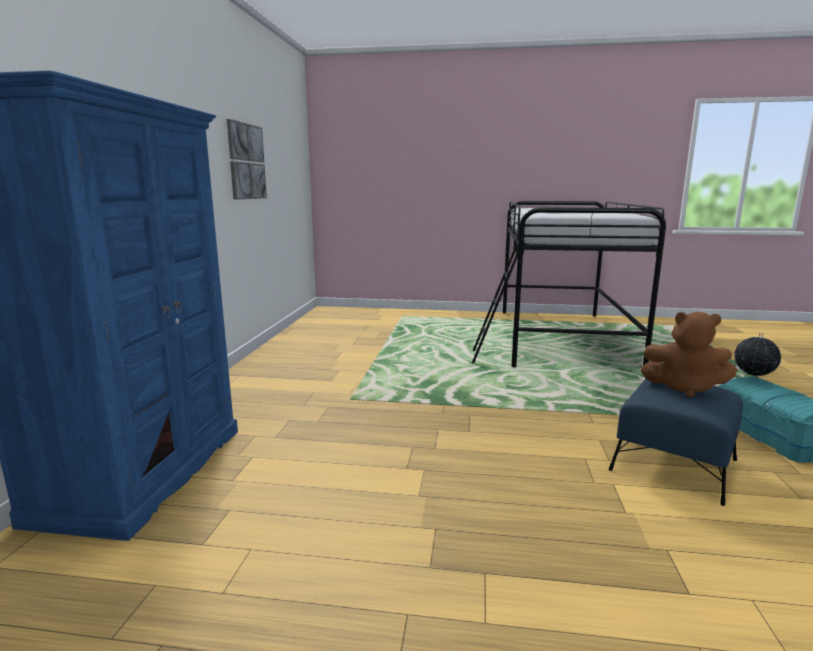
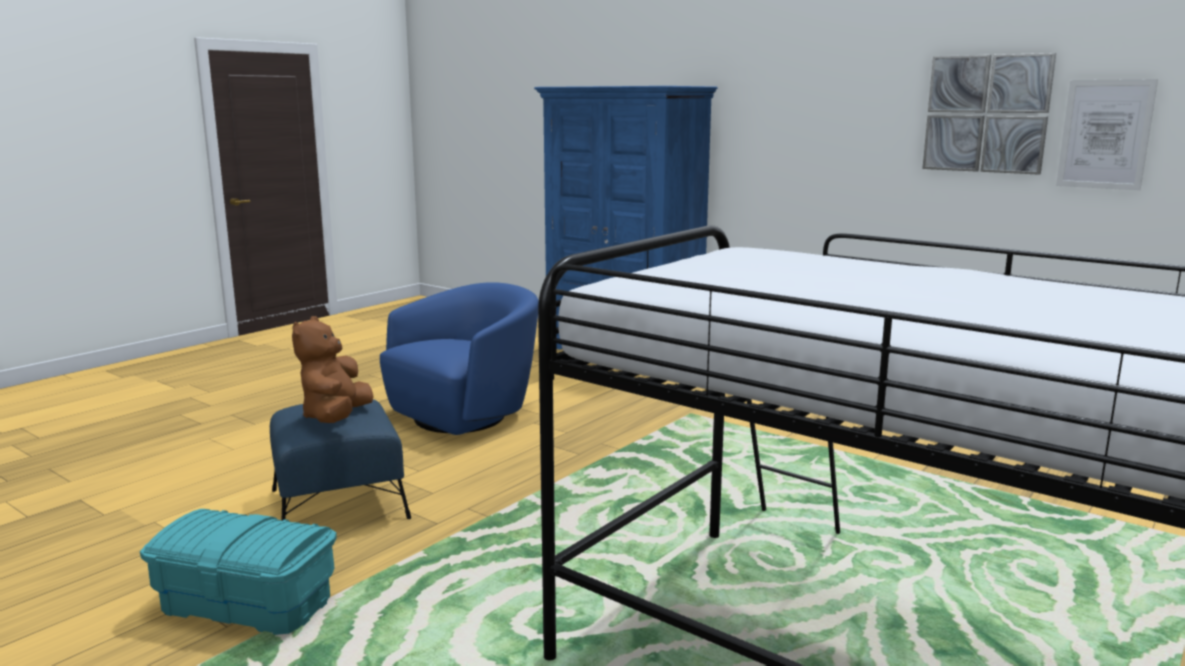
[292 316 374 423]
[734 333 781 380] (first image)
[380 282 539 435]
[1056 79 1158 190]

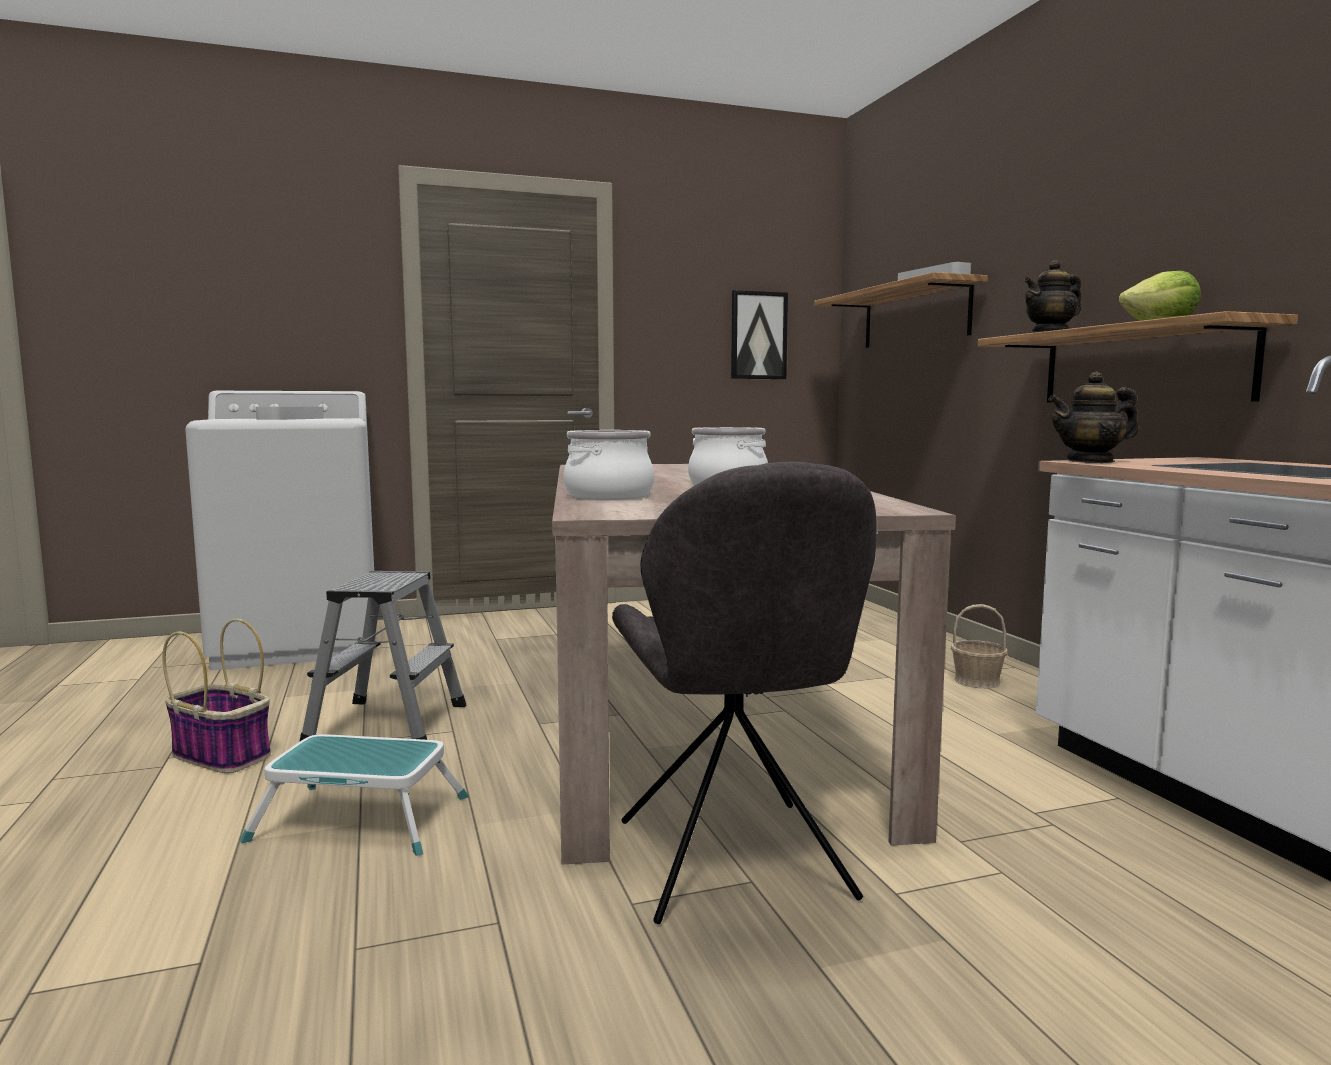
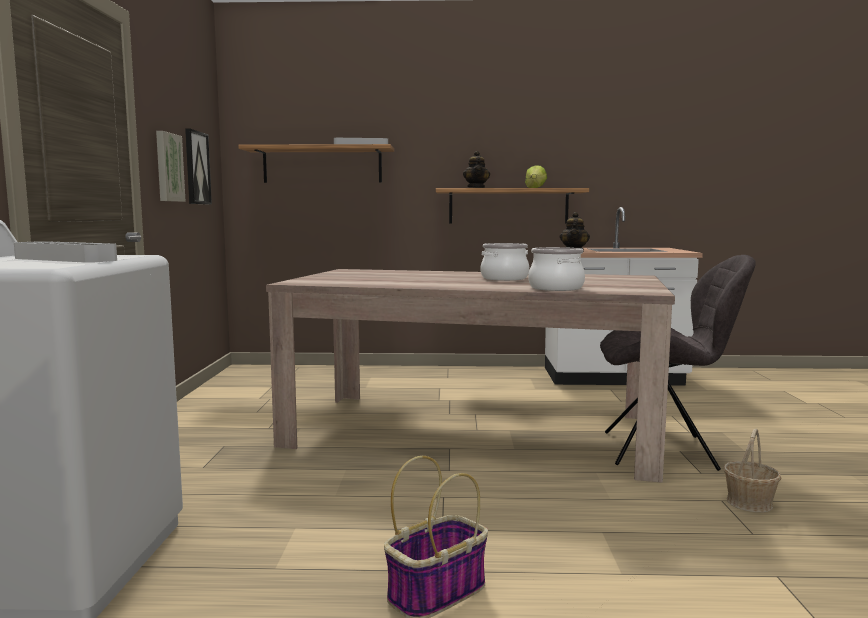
[240 734 469 856] (first image)
[299 571 466 742] (first image)
[724 429 781 512]
[156 131 186 202]

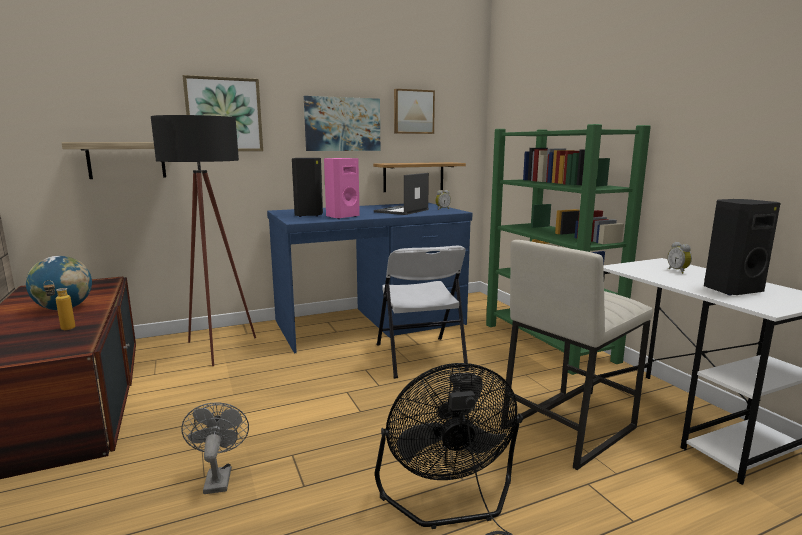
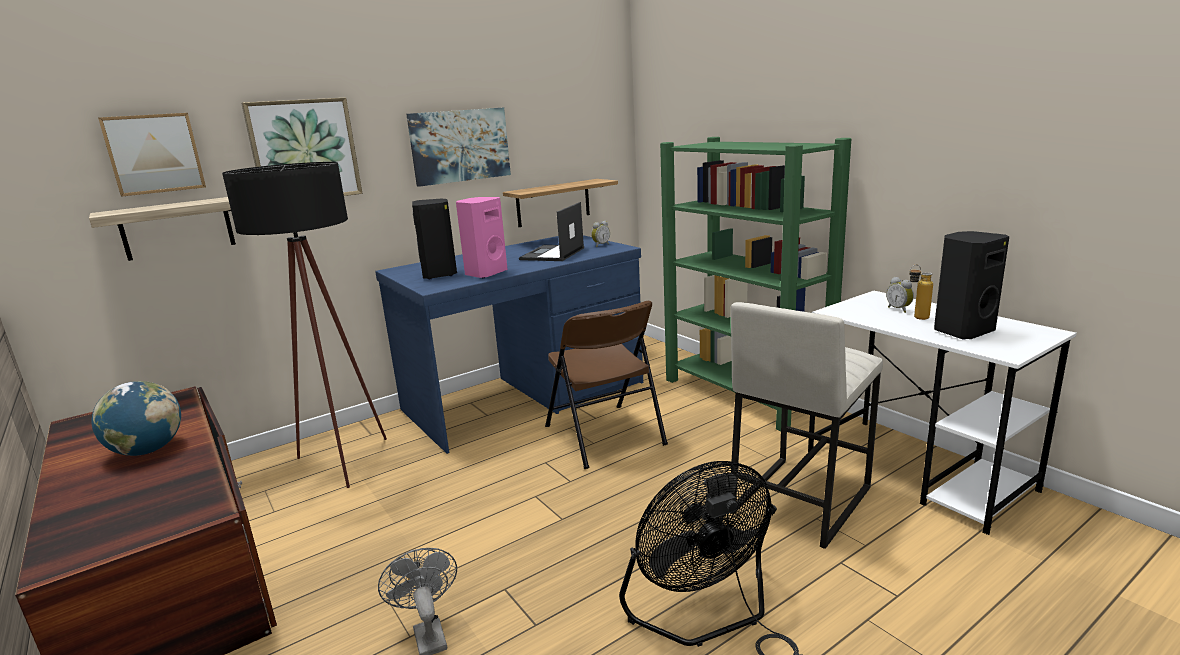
[909 265 933 320]
[545 301 668 469]
[98 113 206 197]

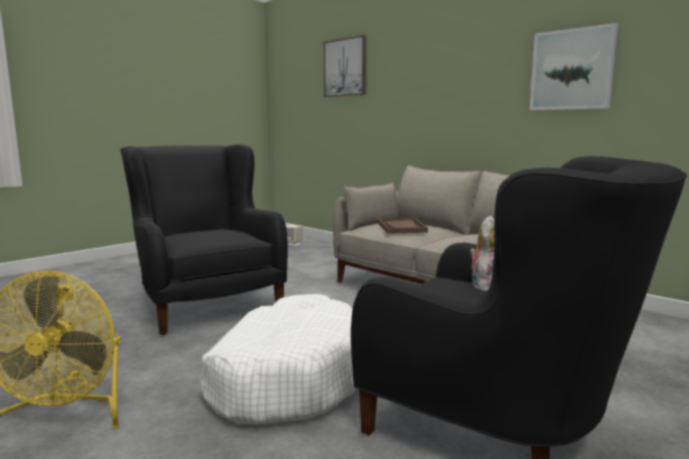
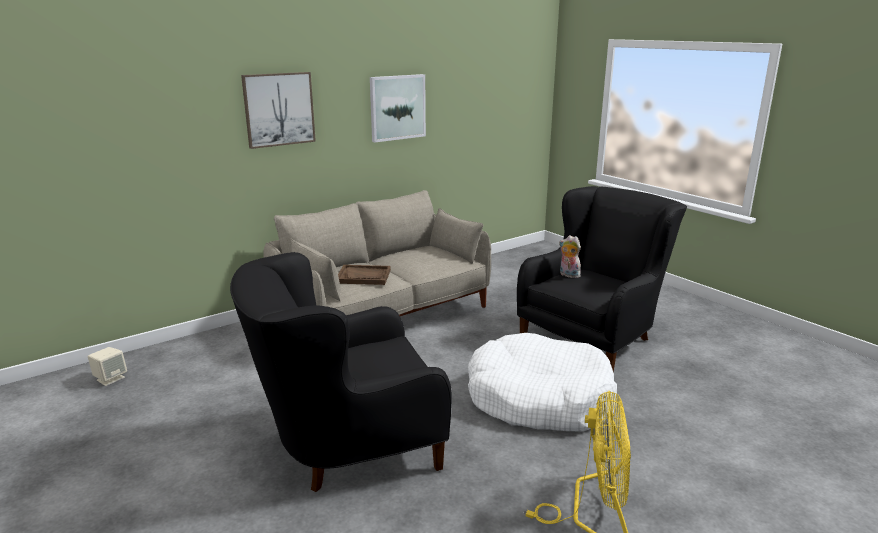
[241 72 316 149]

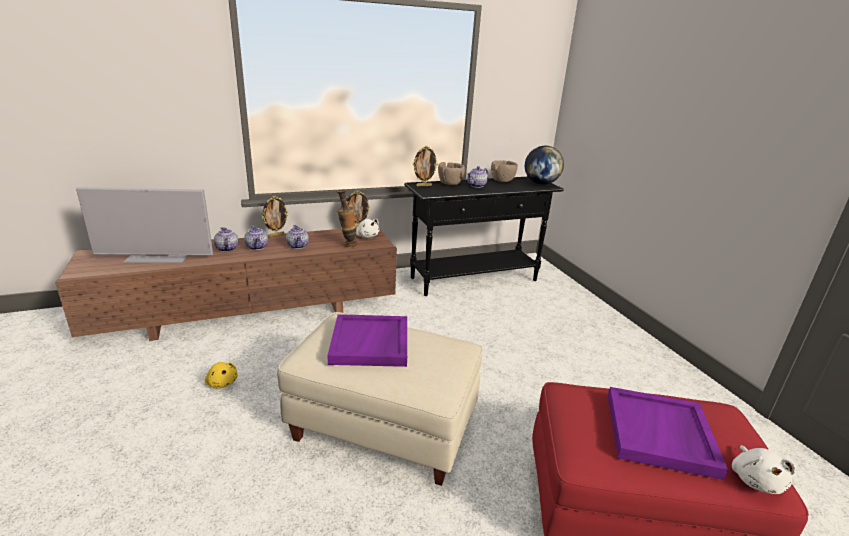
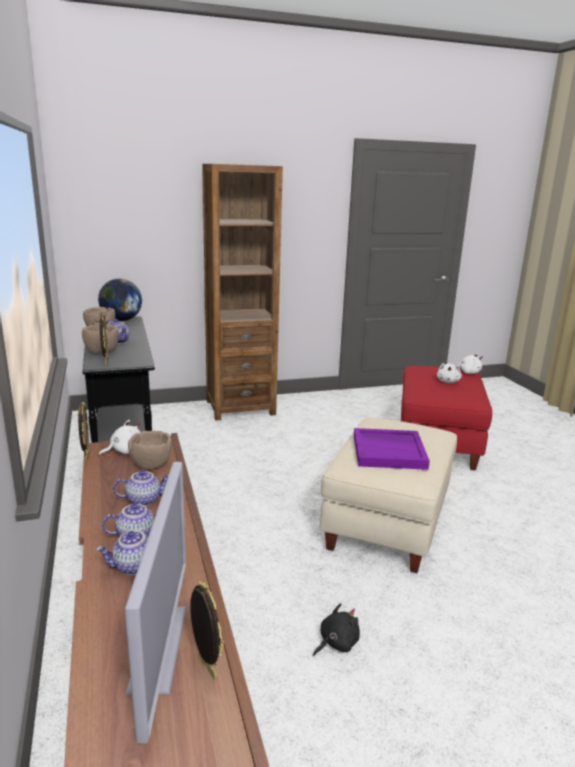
[313 603 360 656]
[190 581 224 680]
[128 431 172 469]
[437 363 462 383]
[202 164 283 421]

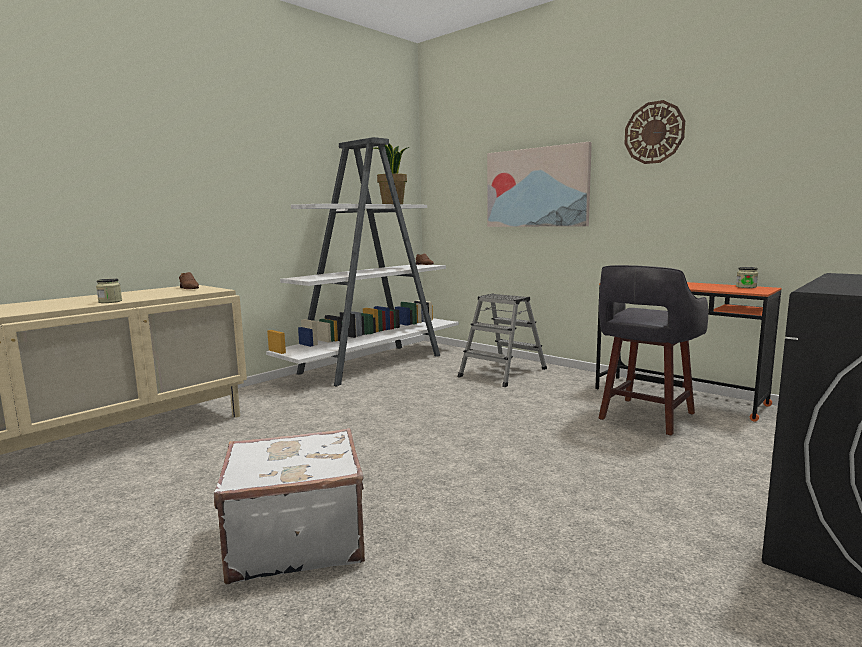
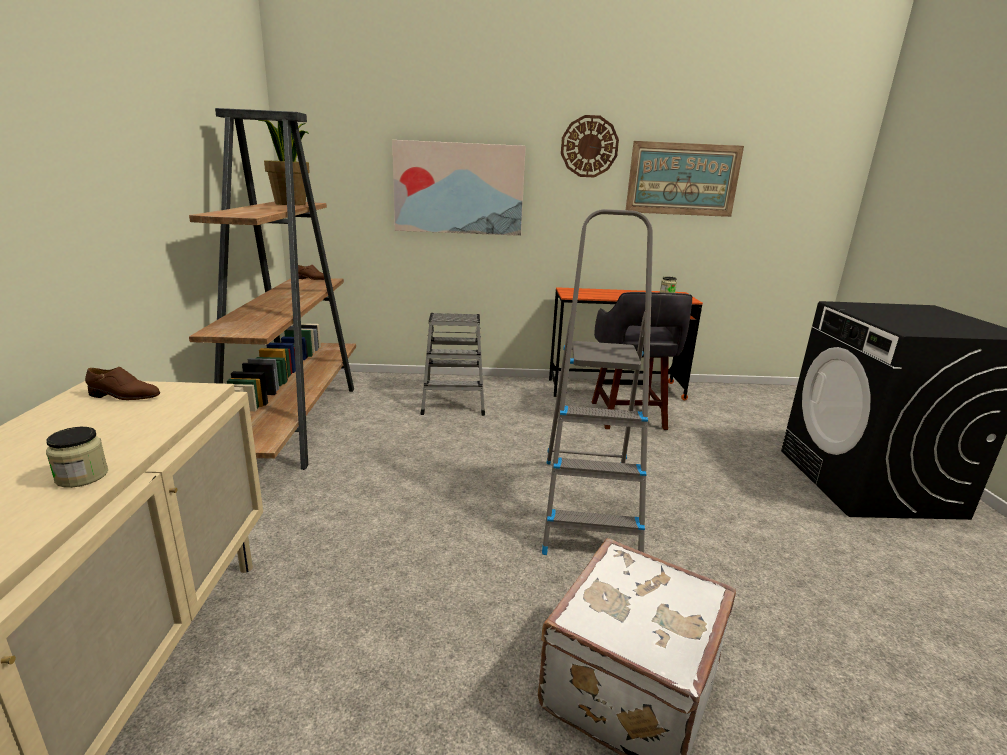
[189 108 356 470]
[542 209 653 555]
[626 141 744 217]

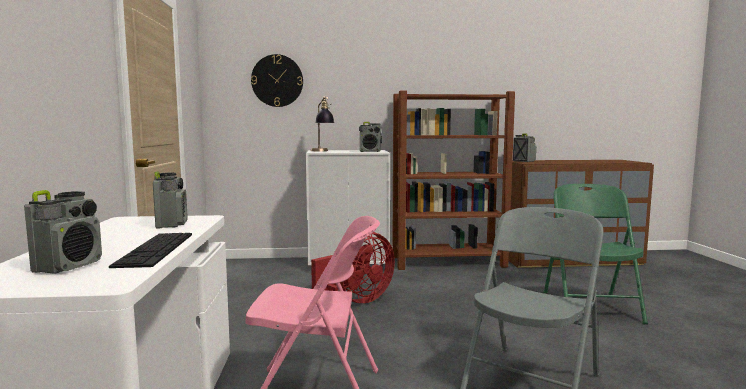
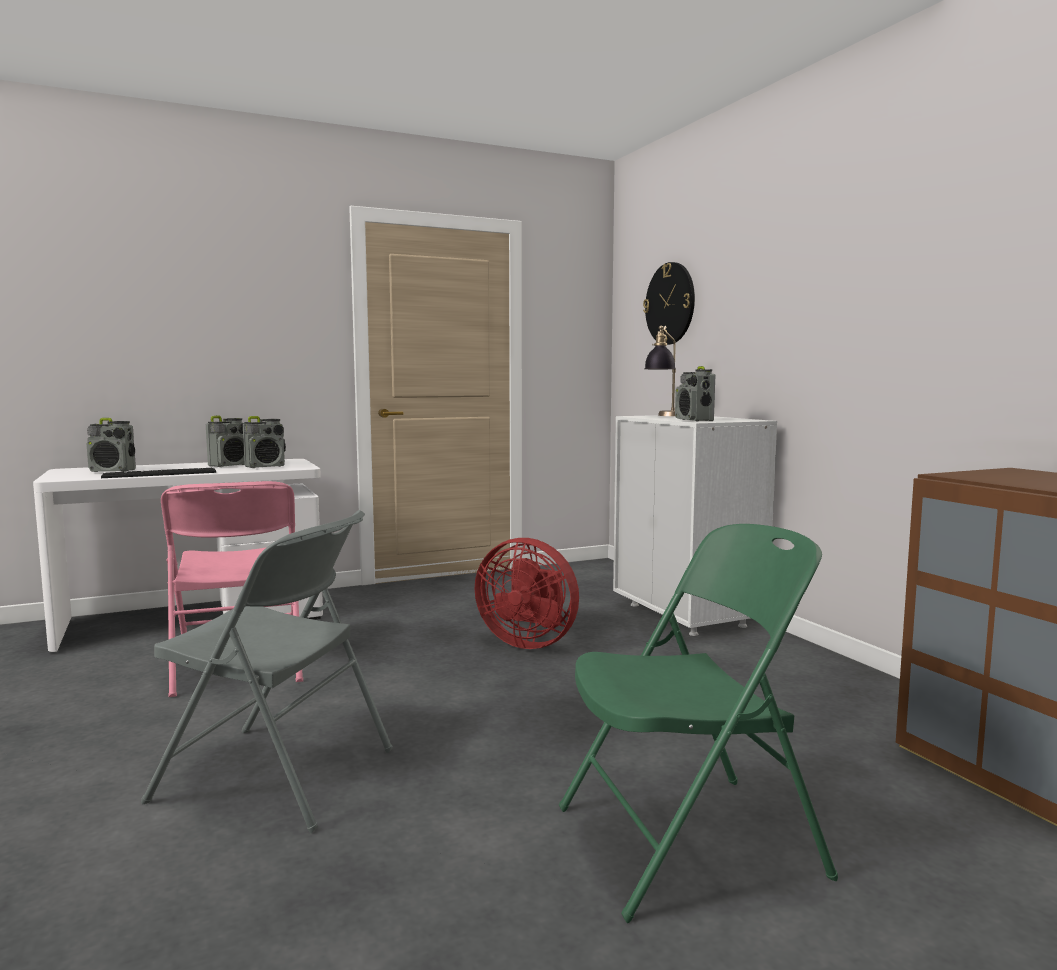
[392 91 515 270] (first image)
[206 416 245 467]

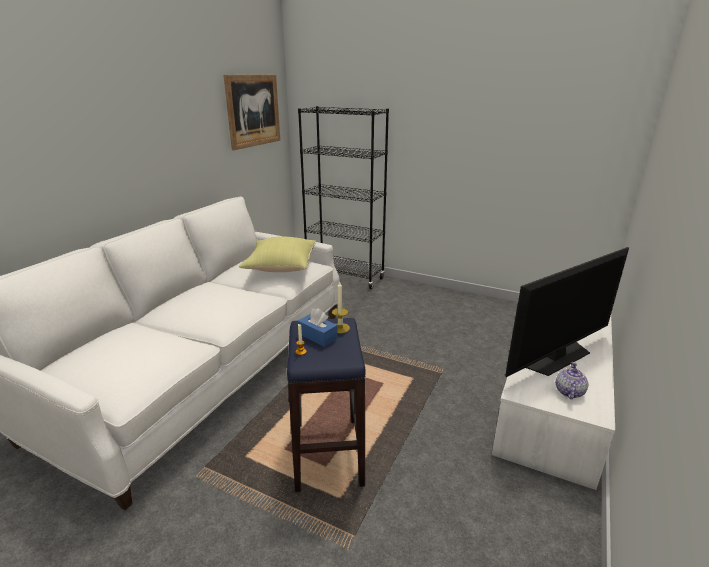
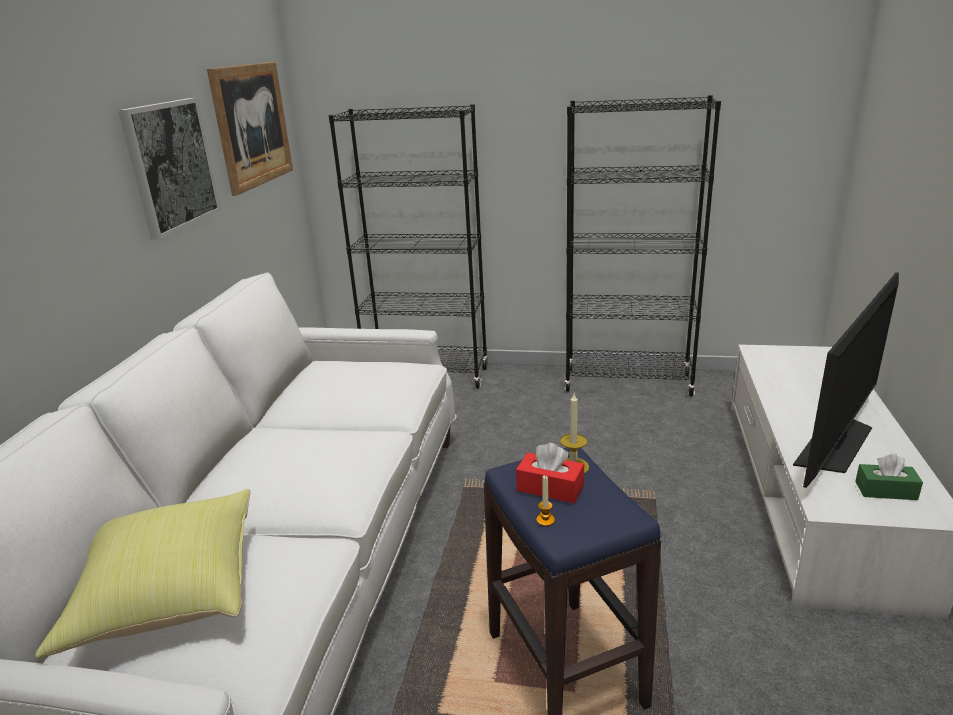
[35 489 251 659]
[516 443 584 503]
[855 454 923 500]
[118 98 221 239]
[564 95 721 397]

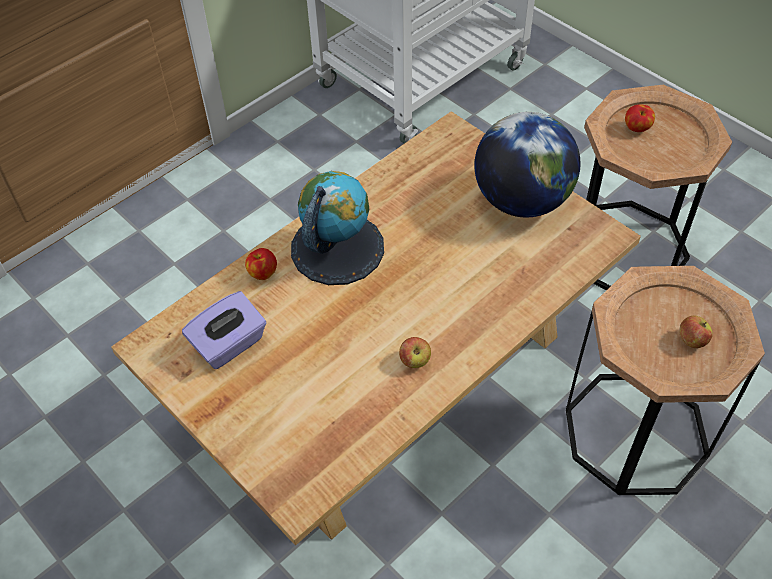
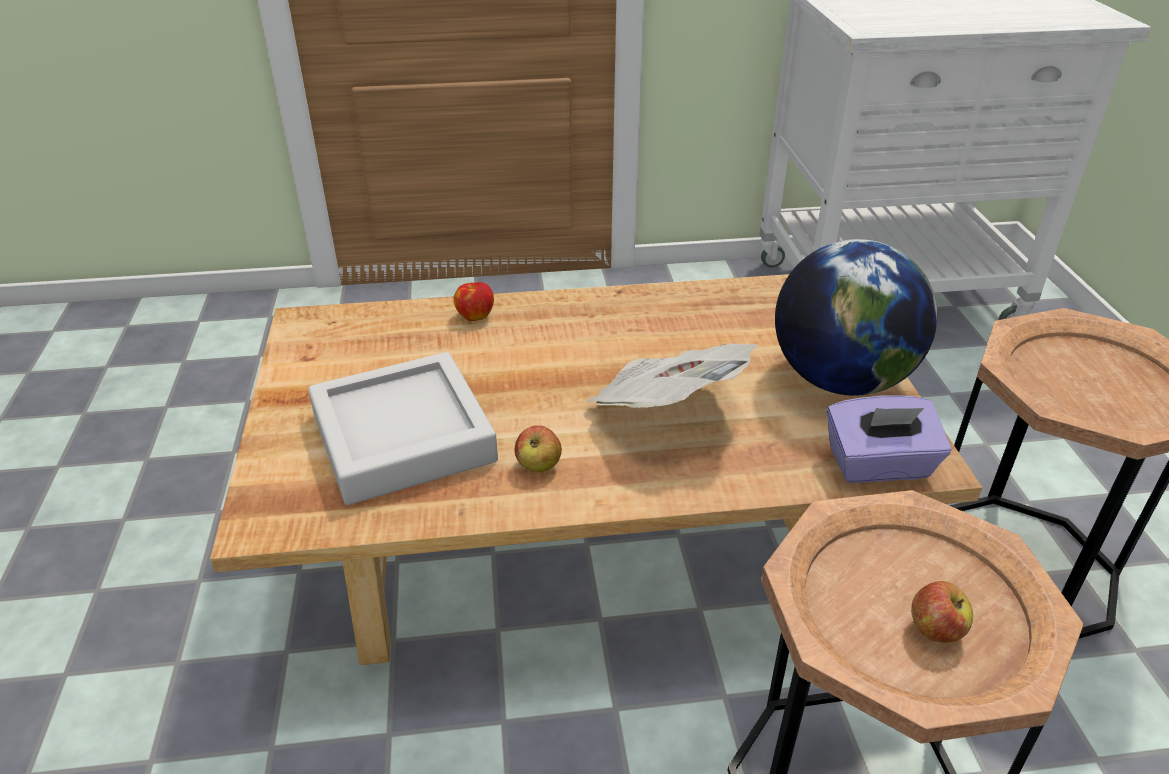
[827 395 951 483]
[291 171 384 285] (first image)
[625 104 655 132] (first image)
[308 352 498 505]
[586 343 759 408]

